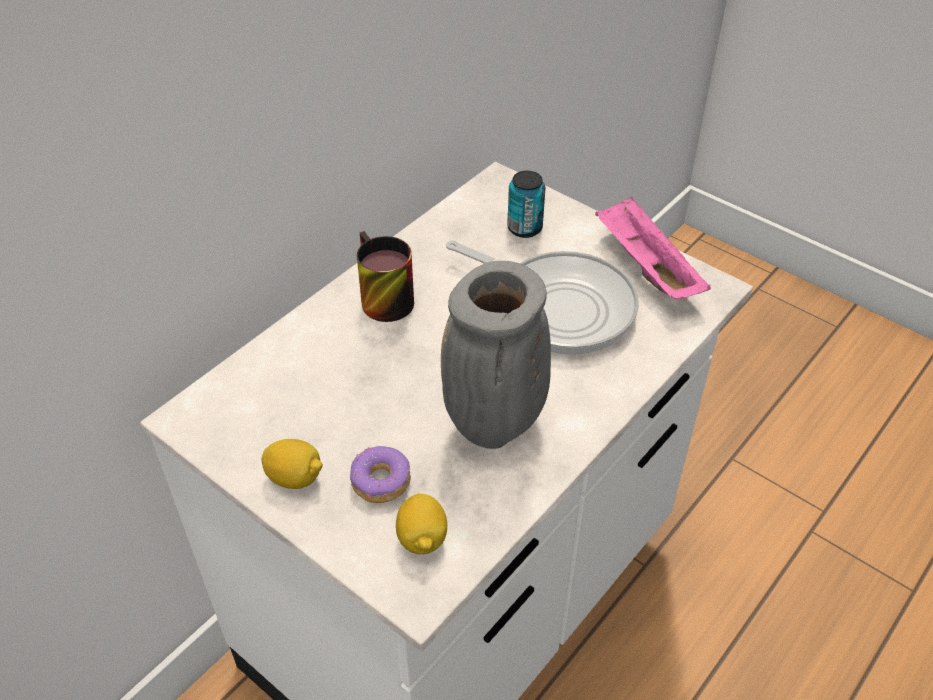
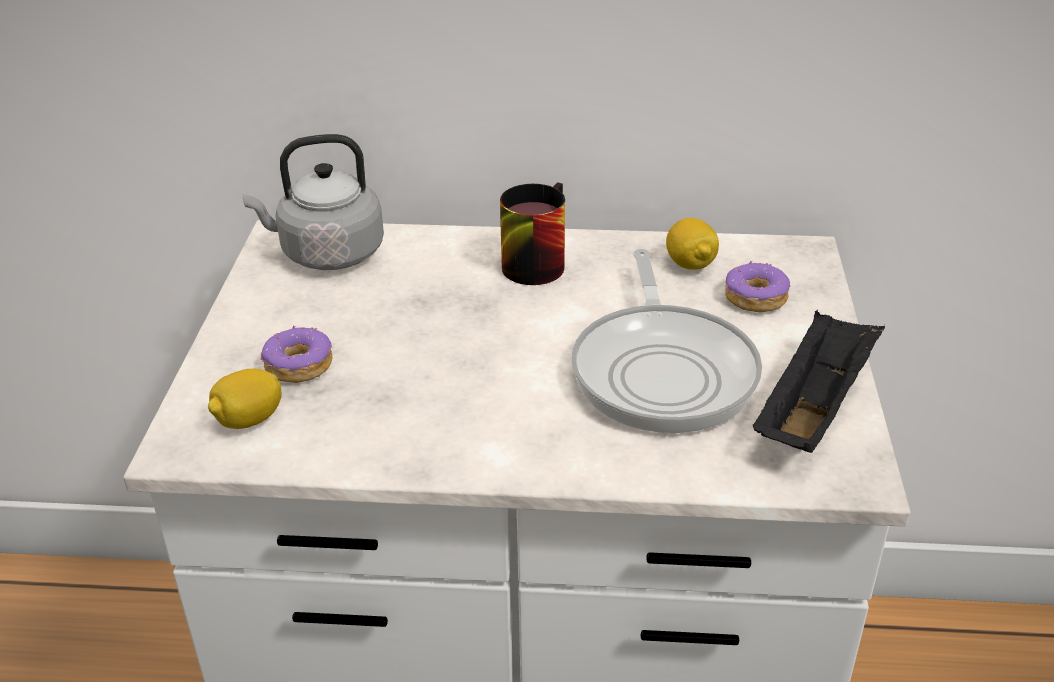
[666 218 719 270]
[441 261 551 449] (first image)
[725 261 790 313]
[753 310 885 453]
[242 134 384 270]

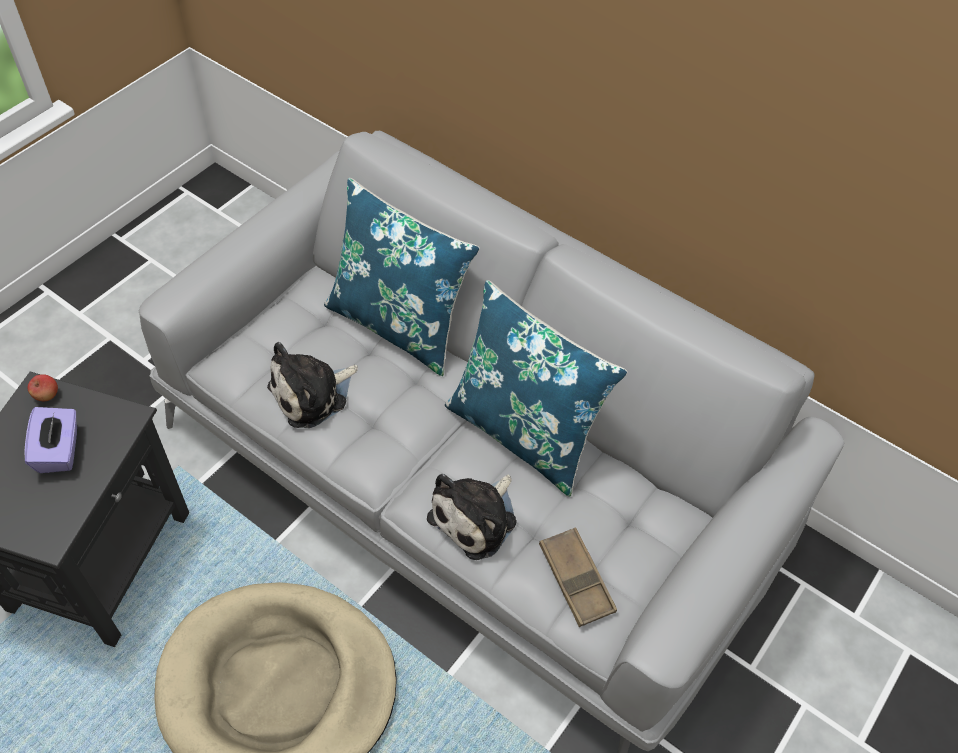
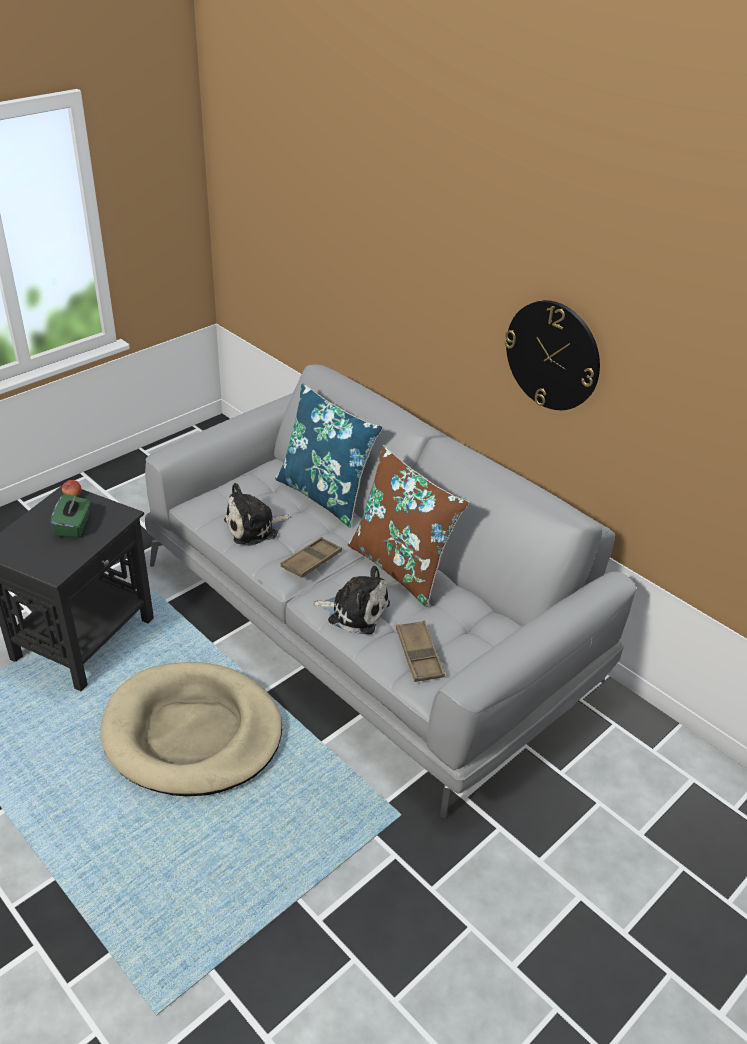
[50 494 91 538]
[313 566 390 635]
[348 445 469 608]
[281 537 342 578]
[504 300 600 410]

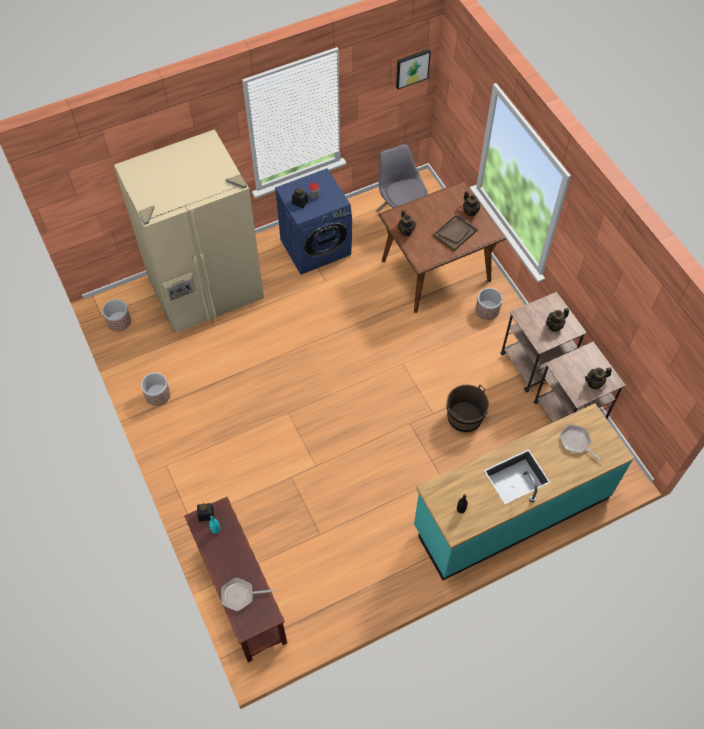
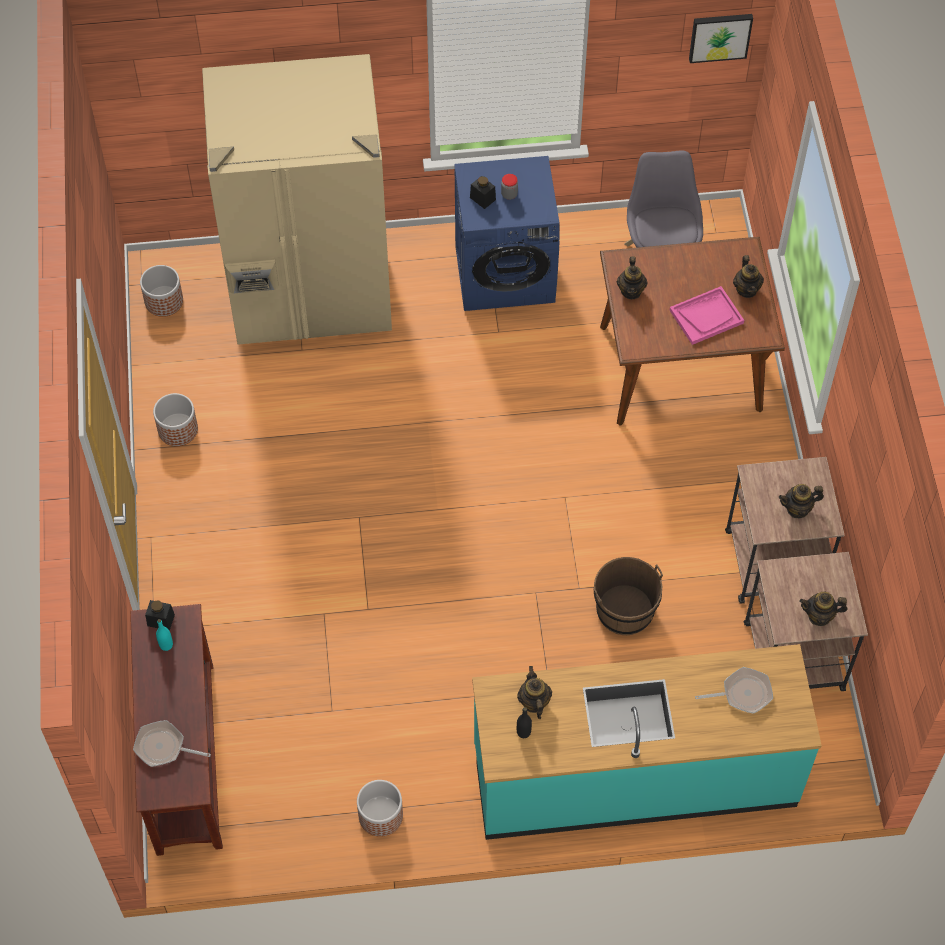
[669 286 744 345]
[357 780 403 837]
[695 667 773 714]
[517 666 552 719]

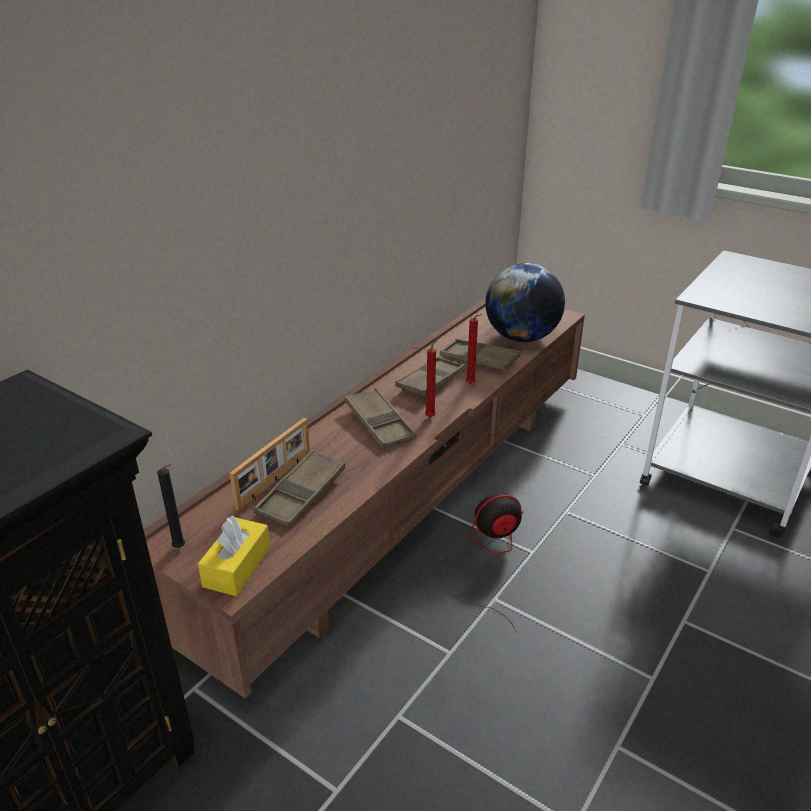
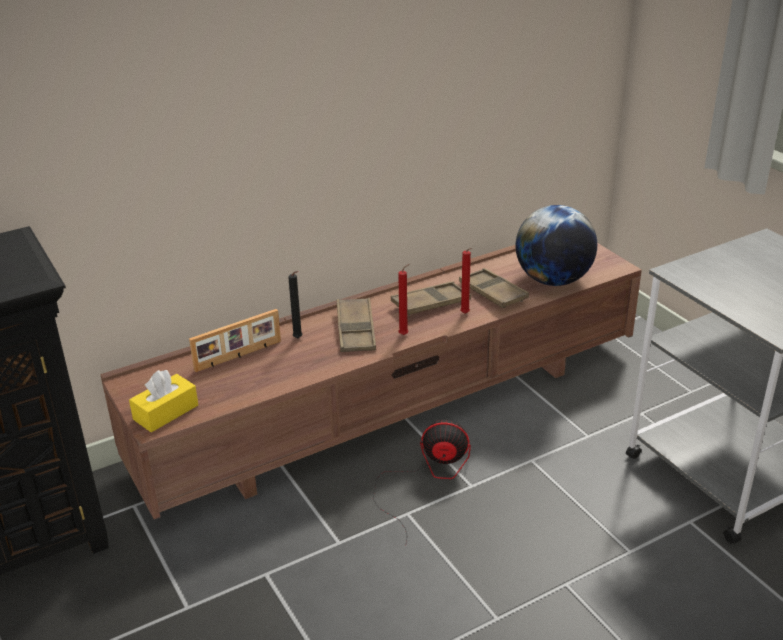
[288 271 302 338]
[254 450 345 528] (first image)

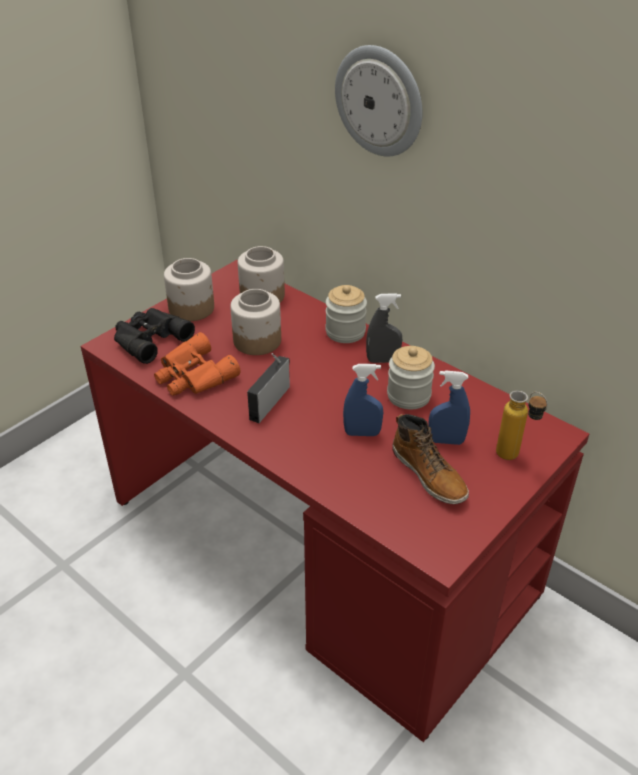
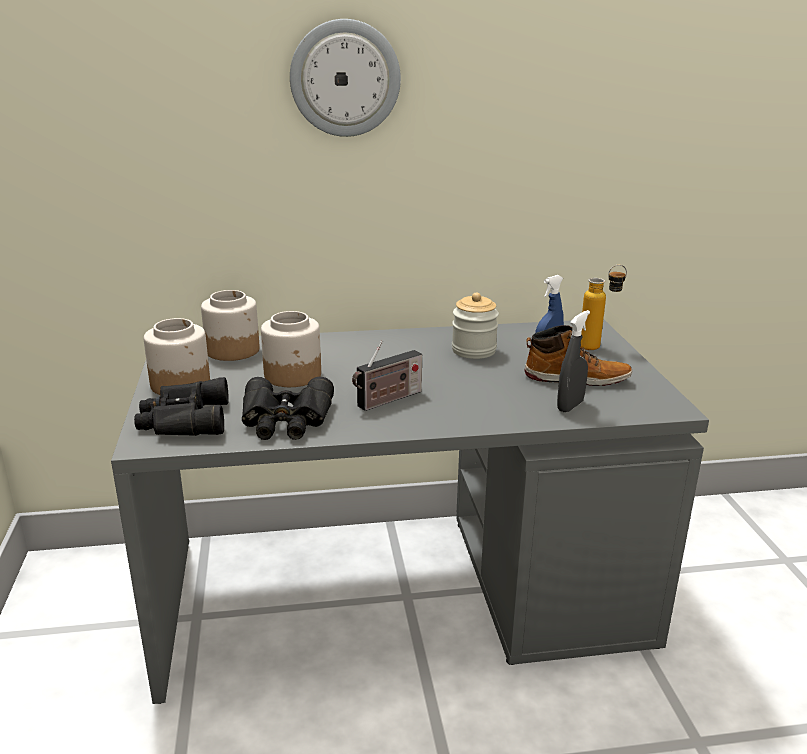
[111 319 709 704]
[242 377 334 440]
[352 341 422 411]
[325 285 367 343] (first image)
[343 364 383 436] (first image)
[557 310 590 412]

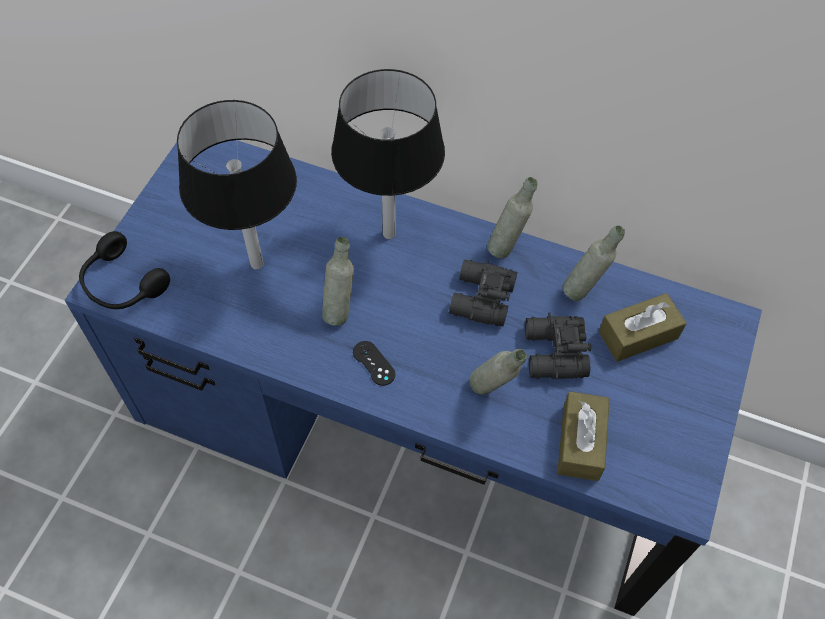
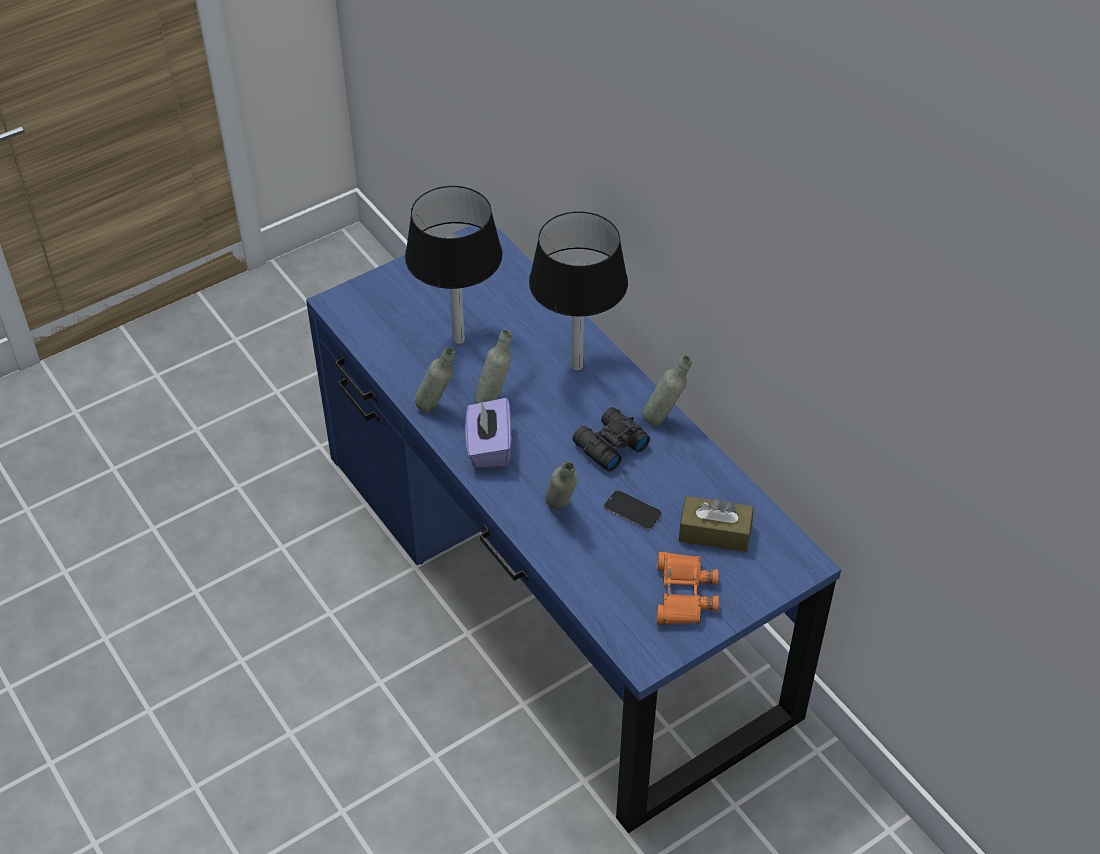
[79 231 170 309] (first image)
[466 398 511 468]
[604 490 662 530]
[557 391 610 481] (first image)
[415 347 455 412]
[657 552 719 625]

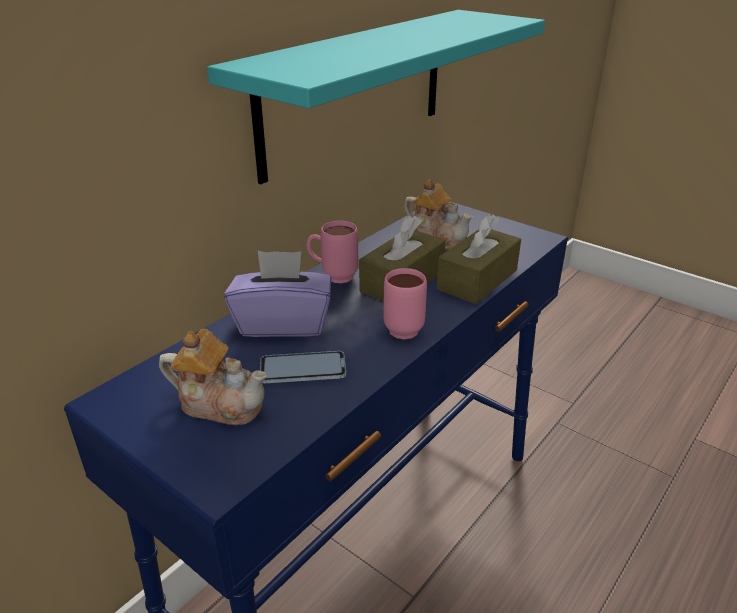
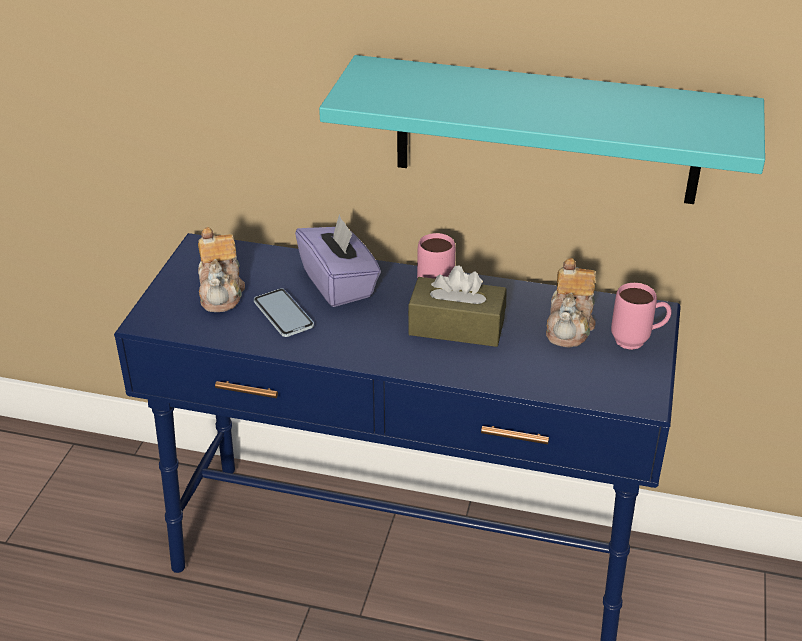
[611 283 672 350]
[436 214 521 304] (first image)

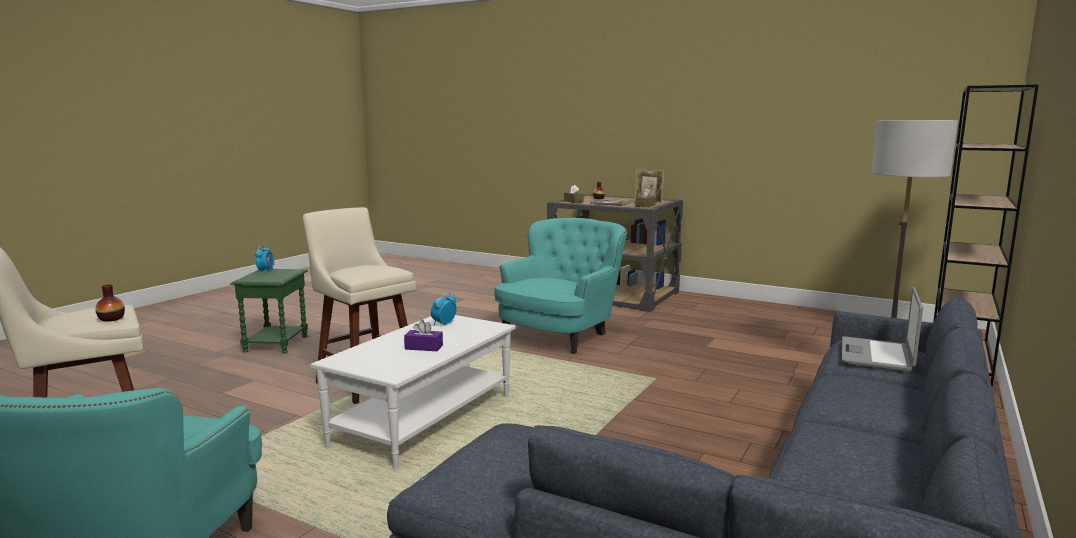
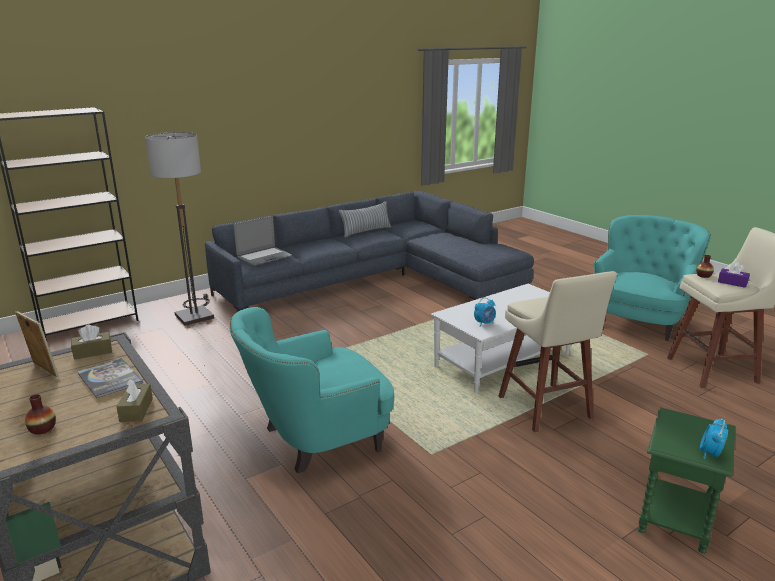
[718 262 750 288]
[339 201 391 237]

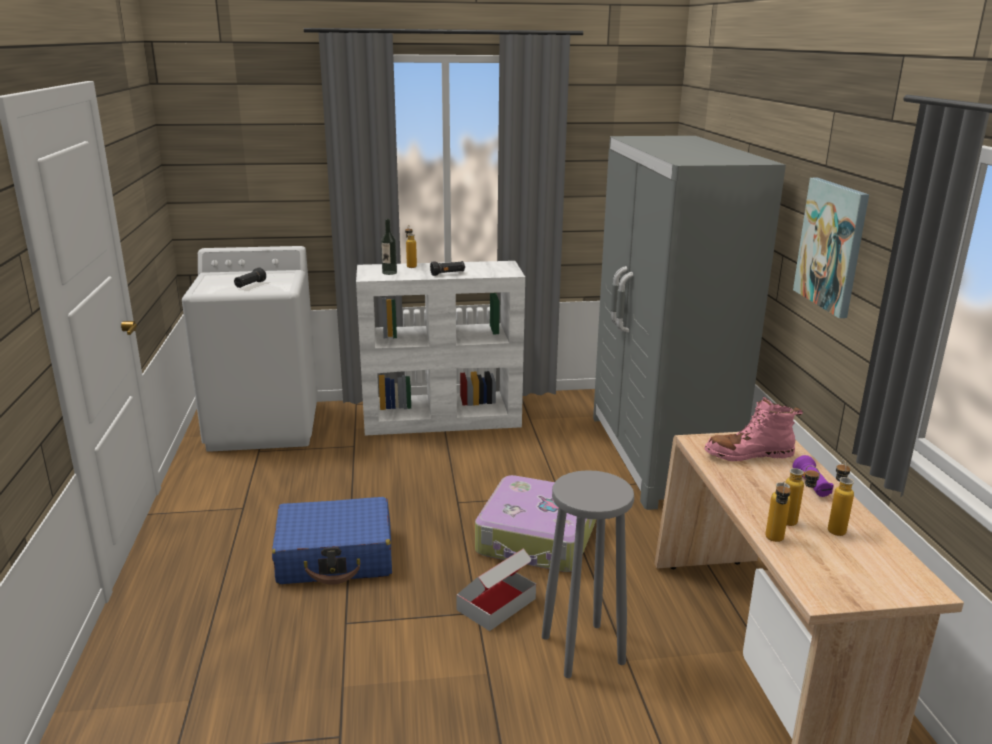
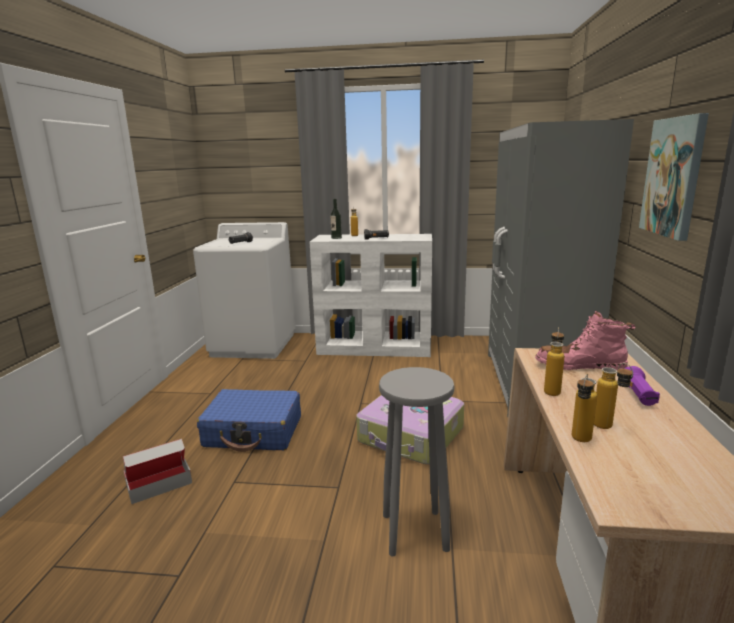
[123 439 192 504]
[544 327 564 396]

